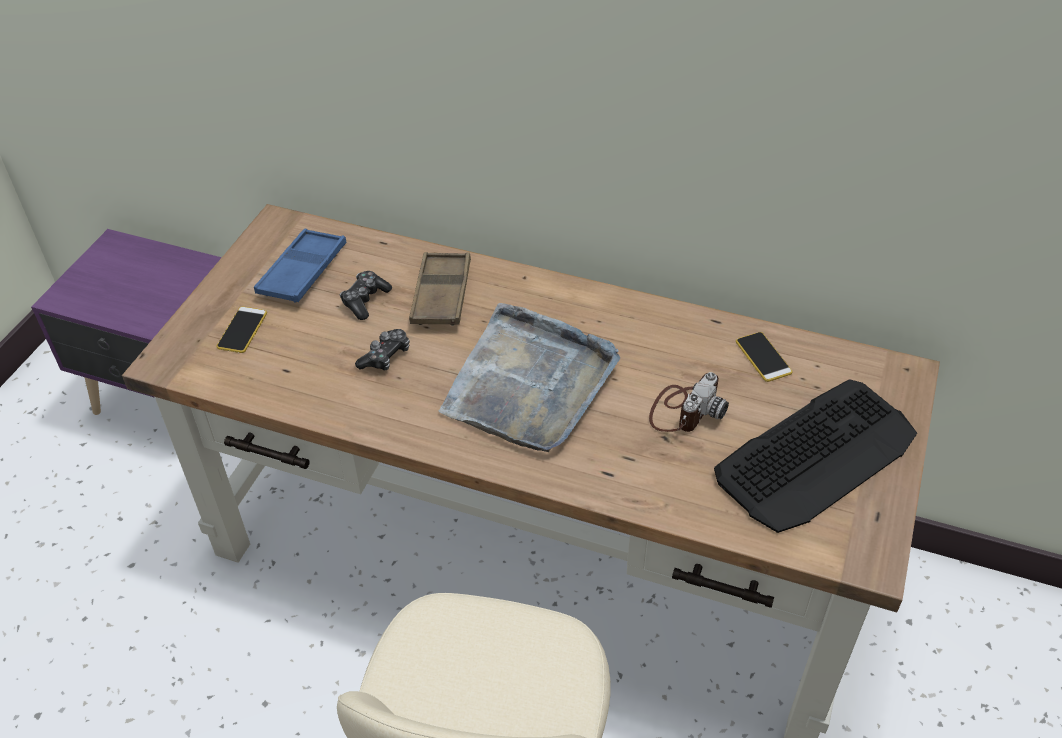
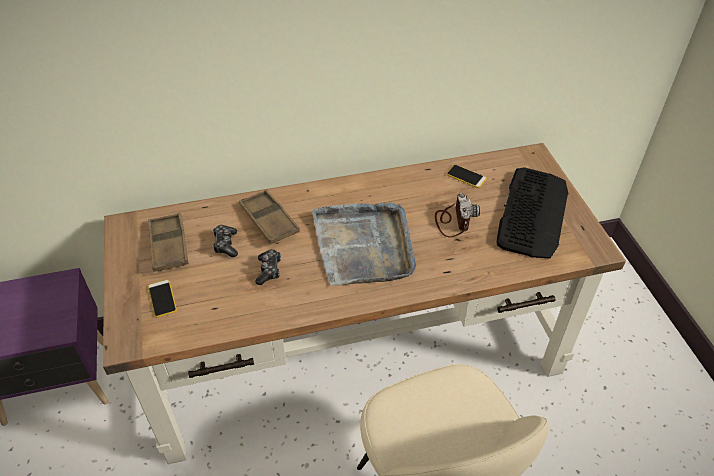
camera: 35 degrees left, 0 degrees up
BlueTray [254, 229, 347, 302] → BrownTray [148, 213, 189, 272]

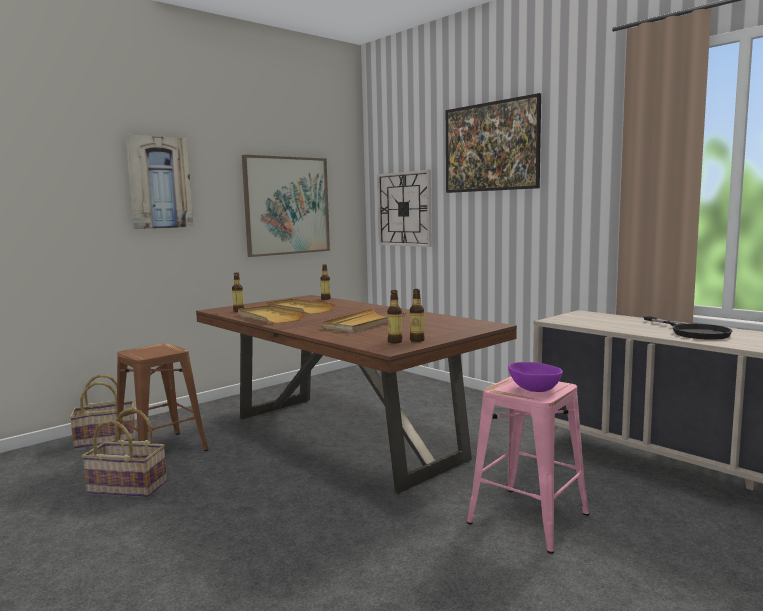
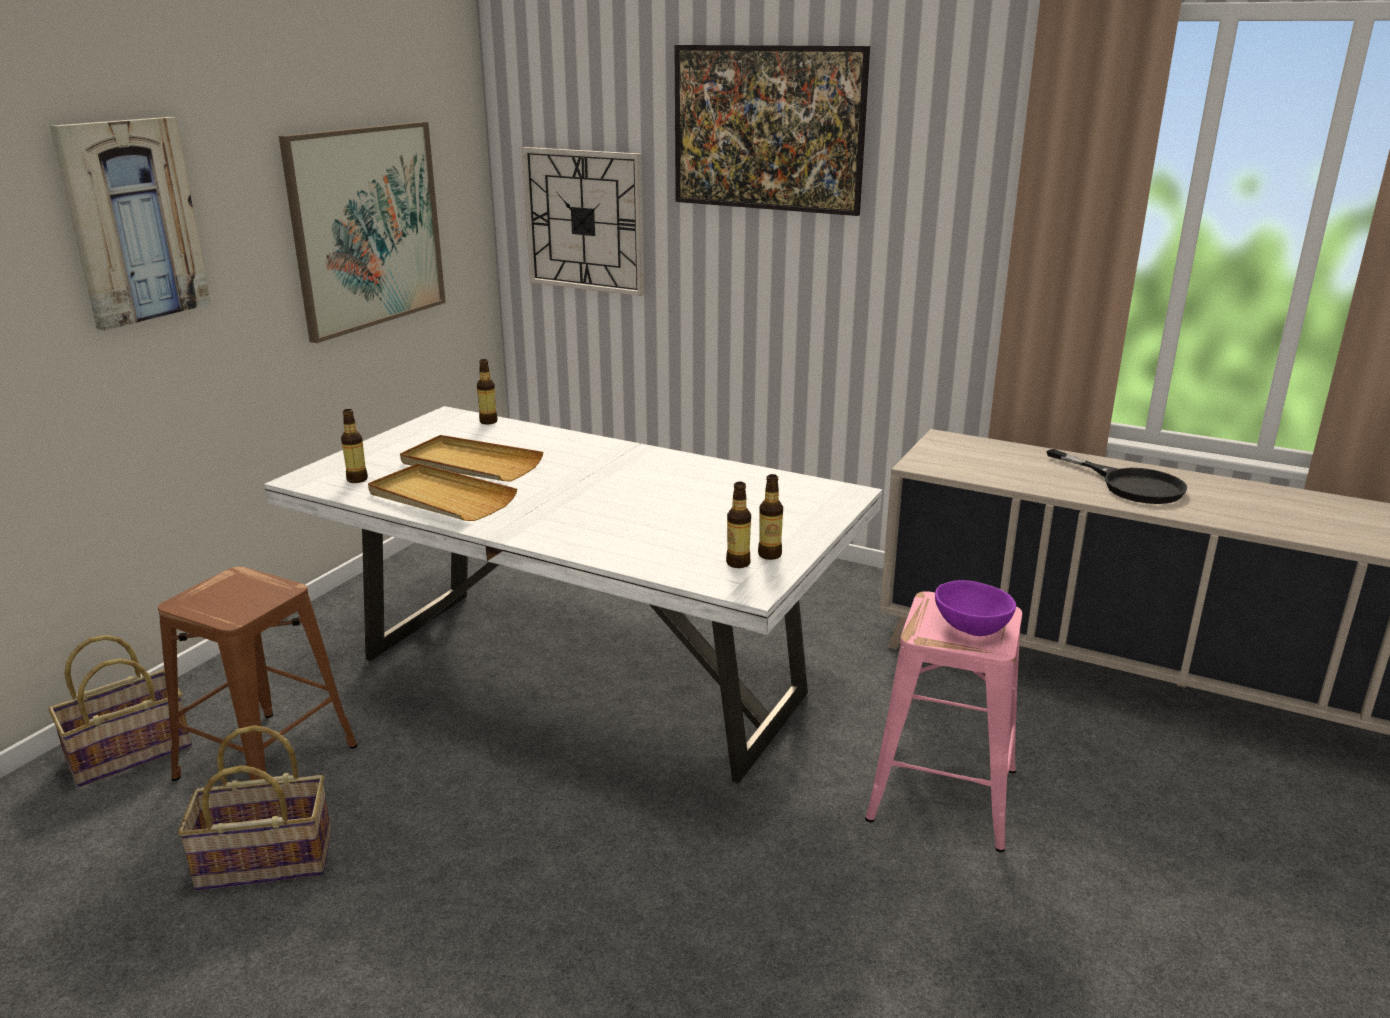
camera: 20 degrees left, 15 degrees up
BrownDiningTable [196, 295, 517, 494] → WhiteDiningTable [264, 406, 882, 783]
BeigeTray [322, 308, 406, 332] → -

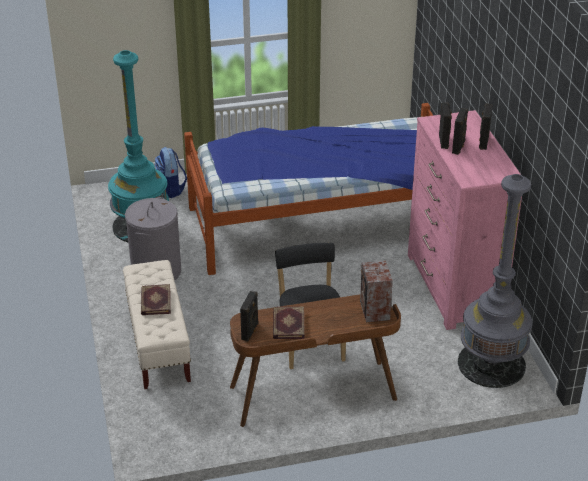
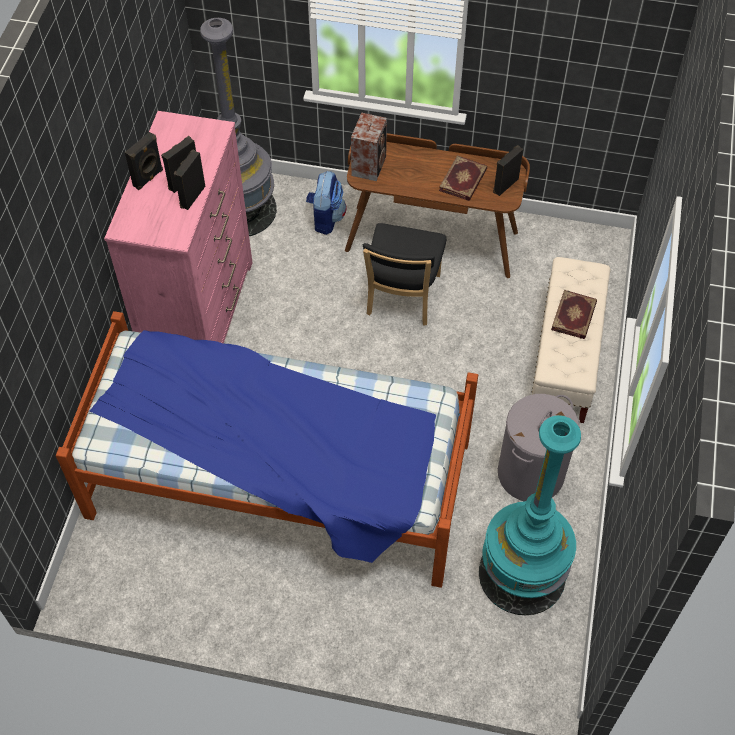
camera: 155 degrees left, 20 degrees up
Backpack [155, 147, 187, 198] → Backpack [306, 171, 347, 235], relocated

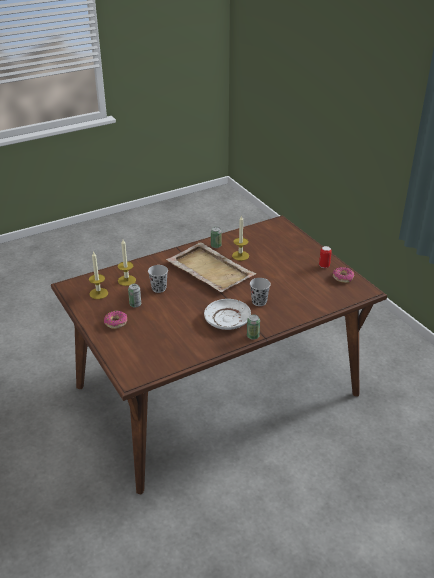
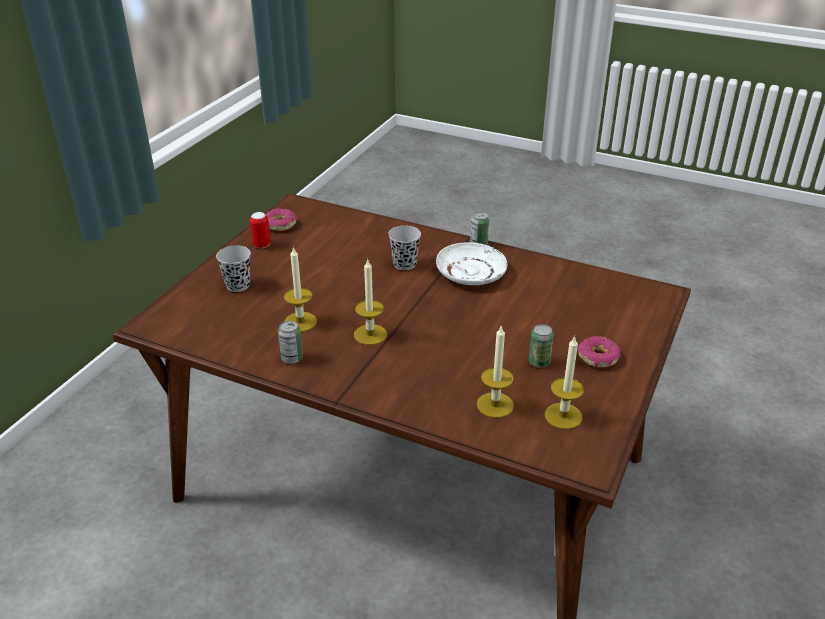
camera: 125 degrees left, 0 degrees up
BlackCup [148, 265, 168, 293] → BlackCup [216, 245, 251, 292], relocated
BeigeTray [166, 242, 256, 292] → Candle [354, 259, 387, 345]

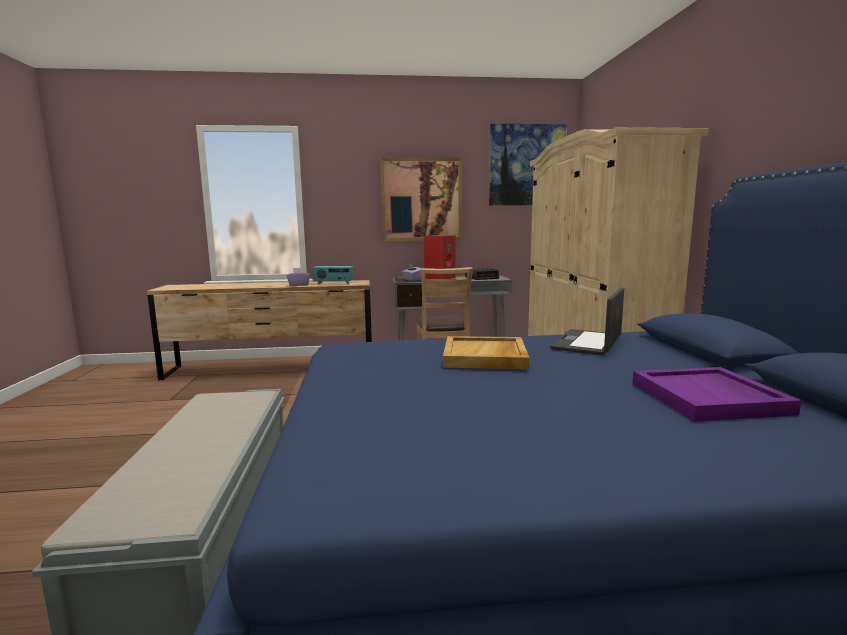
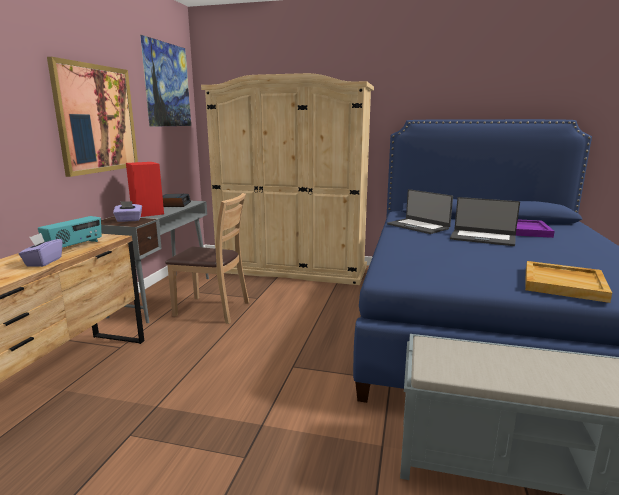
camera: 70 degrees left, 5 degrees up
BeigeTray [443, 336, 530, 369] → BeigeTray [525, 261, 612, 303], relocated
- → Laptop [450, 197, 520, 246]

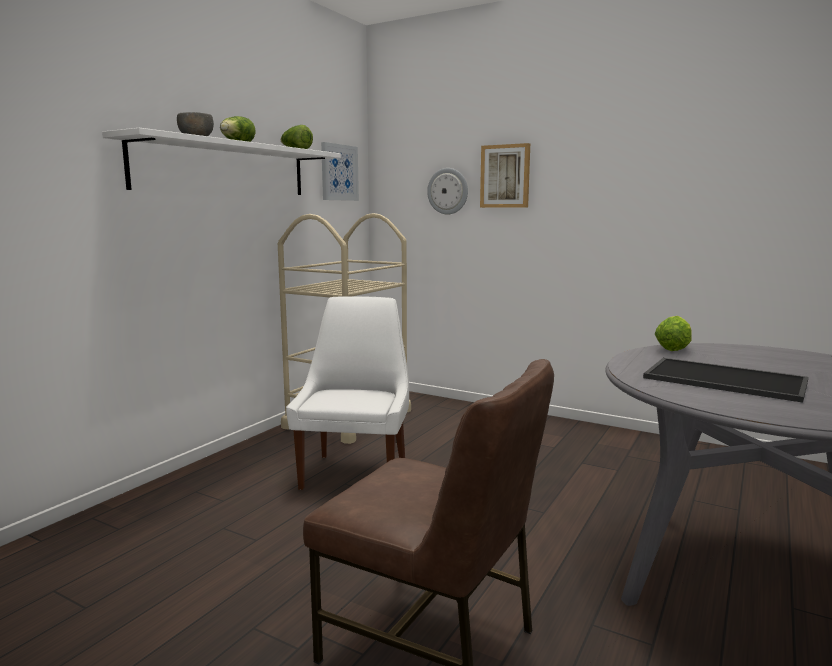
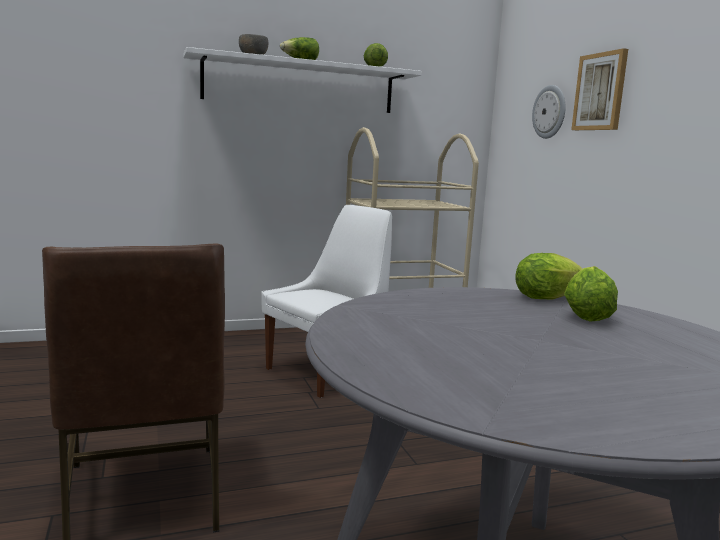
camera: 40 degrees right, 0 degrees up
Picture [321, 142, 359, 201] → -
Tray [643, 358, 808, 403] → -
- → Lettuce [564, 266, 618, 322]

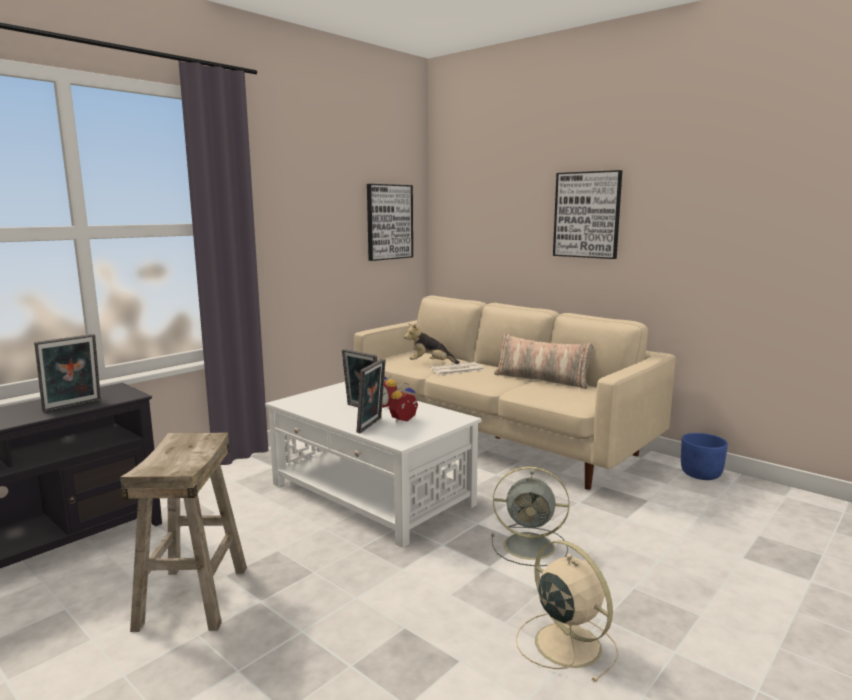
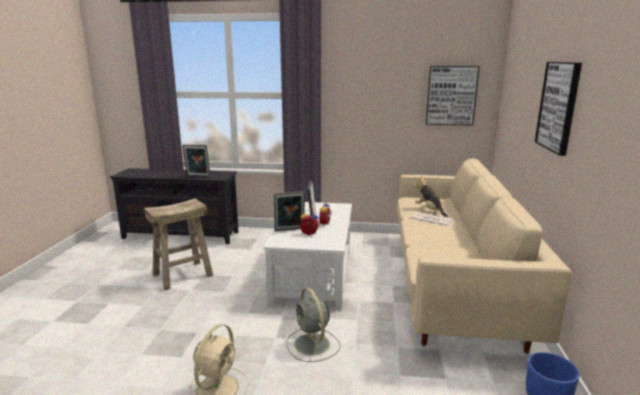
camera: 55 degrees right, 5 degrees up
Pillow [494, 333, 593, 389] → -

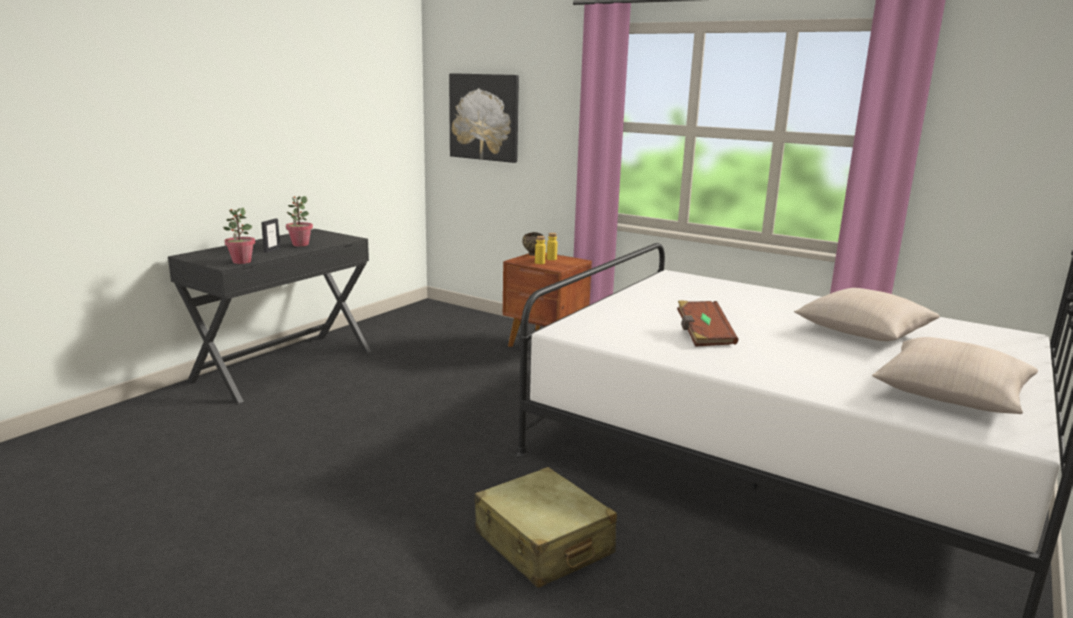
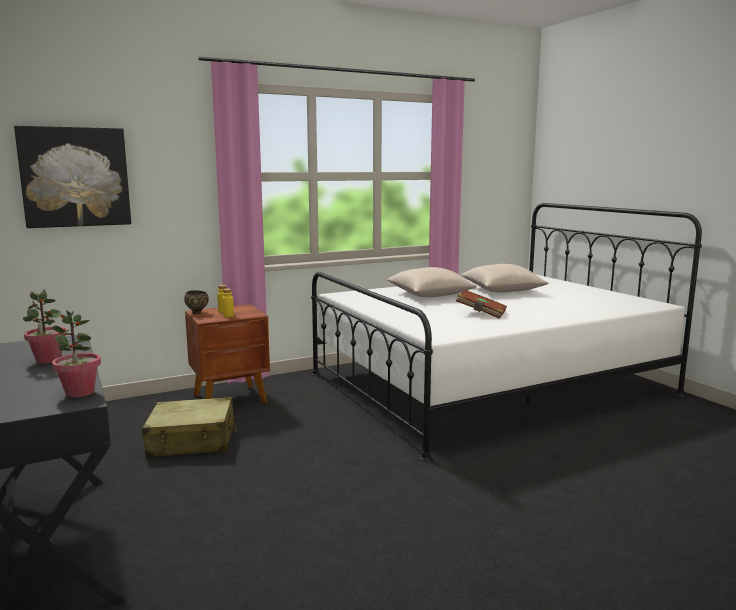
camera: 60 degrees left, 5 degrees down
PictureFrame [261, 218, 280, 252] → -
BeigeSuitcase [475, 467, 617, 588] → BeigeSuitcase [142, 397, 236, 457], relocated
BeigePillow [872, 337, 1038, 414] → BeigePillow [386, 267, 477, 297], relocated

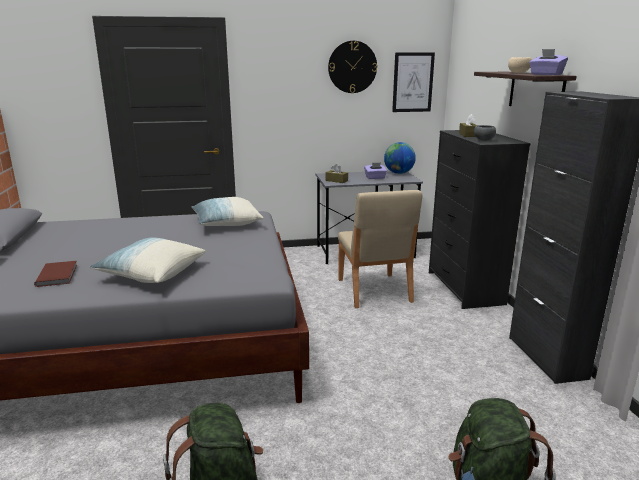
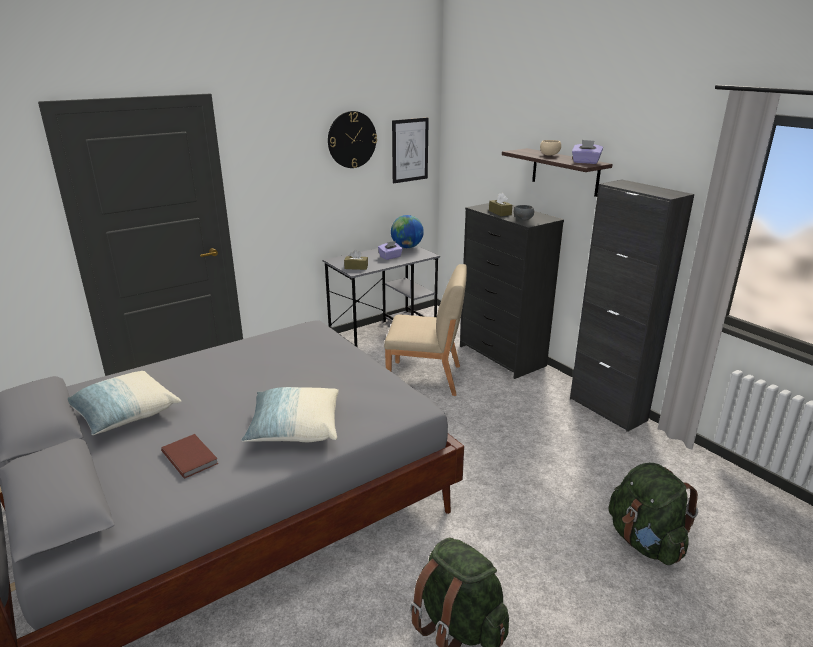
camera: 25 degrees left, 5 degrees up
Pillow [191, 197, 264, 226] → Pillow [68, 371, 182, 435], relocated
BeigeChair [338, 190, 422, 308] → BeigeChair [384, 264, 467, 396], 45 degrees counterclockwise

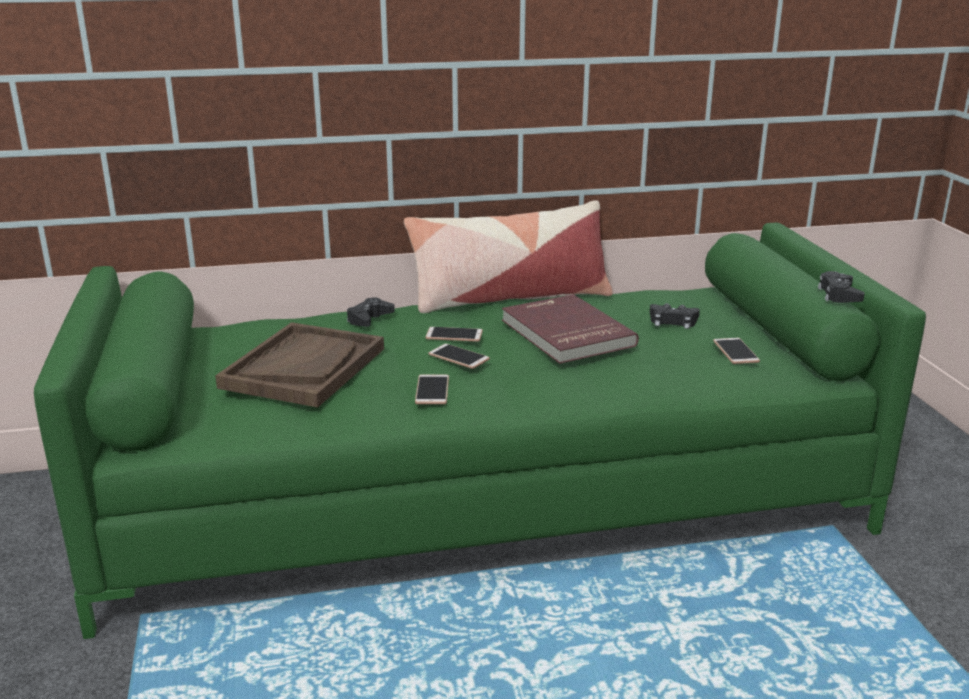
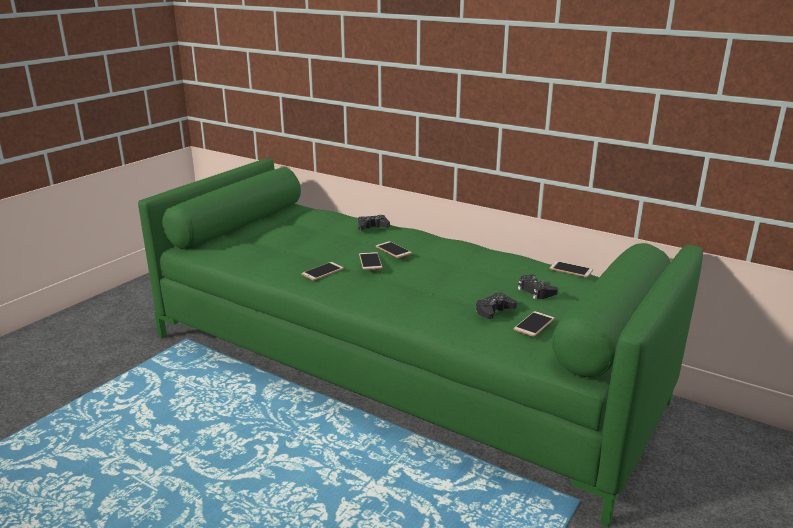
camera: 45 degrees right, 0 degrees up
BrownTray [215, 322, 384, 408] → -
Pillow [404, 200, 613, 313] → -
RedBook [502, 294, 639, 364] → -
BlackGameController [818, 271, 865, 303] → BlackGameController [476, 293, 517, 319], relocated
- → Phone [549, 261, 593, 277]

